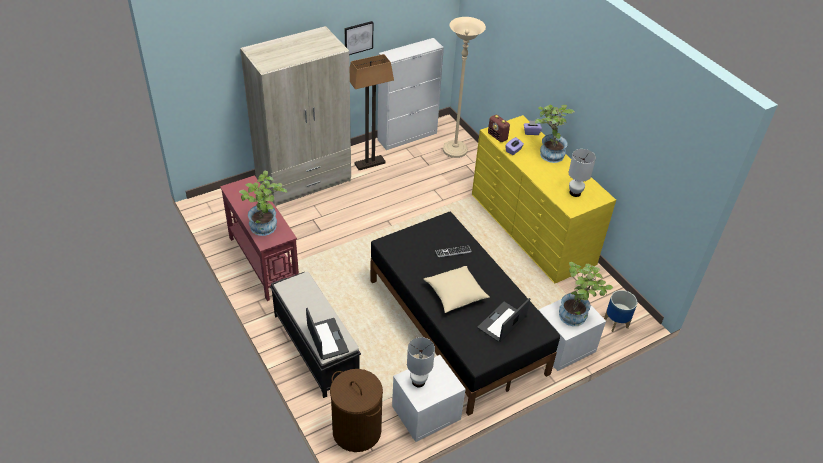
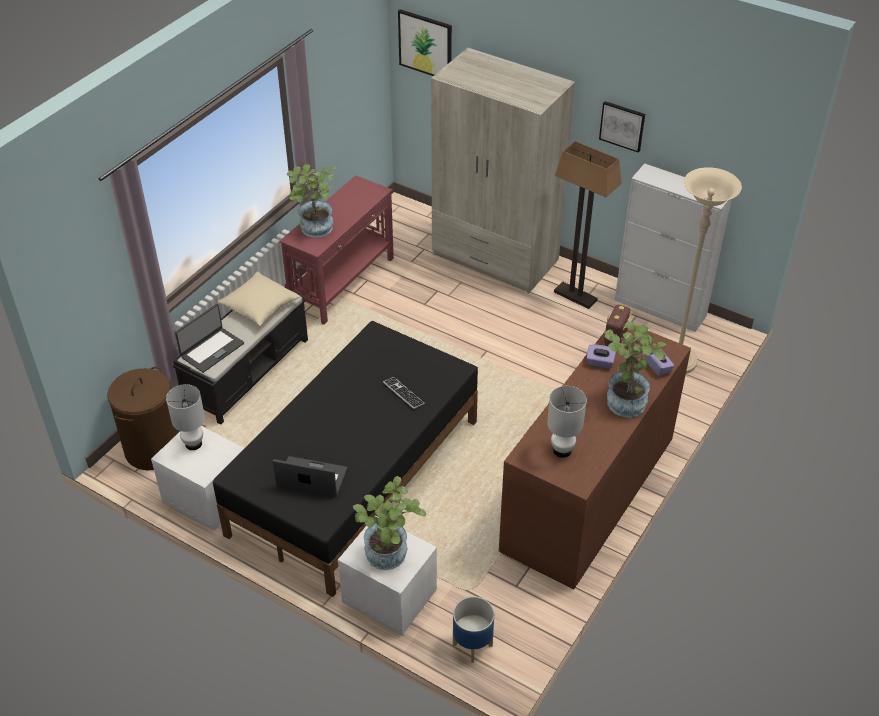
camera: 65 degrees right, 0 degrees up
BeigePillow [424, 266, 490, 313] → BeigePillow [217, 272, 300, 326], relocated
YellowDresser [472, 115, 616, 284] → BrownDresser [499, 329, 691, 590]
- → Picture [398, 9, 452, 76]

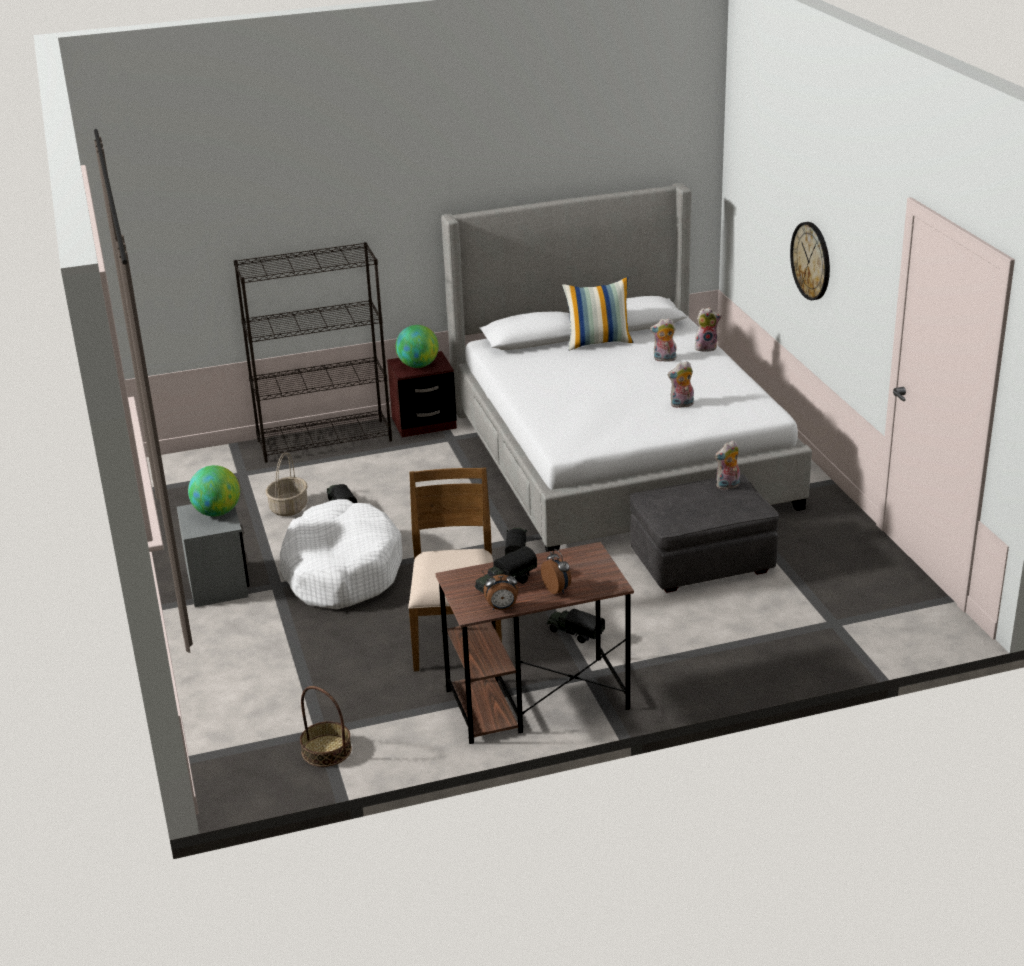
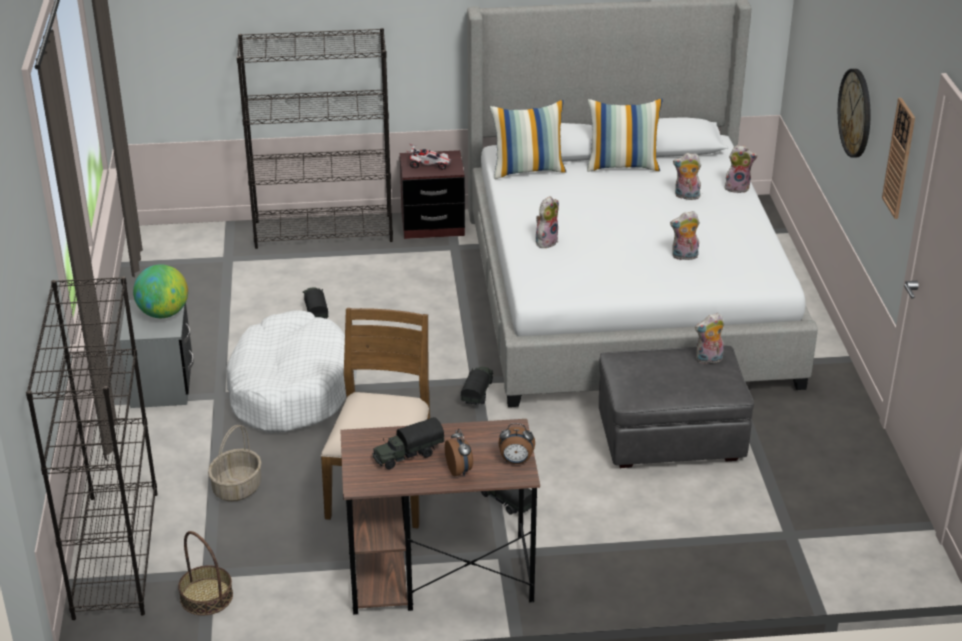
camera: 10 degrees right, 5 degrees up
Basket [266, 452, 308, 516] → Basket [208, 425, 262, 502], relocated
Globe [396, 325, 439, 368] → ToyCar [407, 144, 451, 170]
AlarmClock [483, 570, 518, 610] → AlarmClock [498, 423, 535, 464], relocated
- → BlackBookcase [26, 276, 158, 620]
- → Pillow [490, 100, 566, 179]
- → PlushToy [536, 196, 559, 248]
- → WallClock [882, 98, 915, 219]

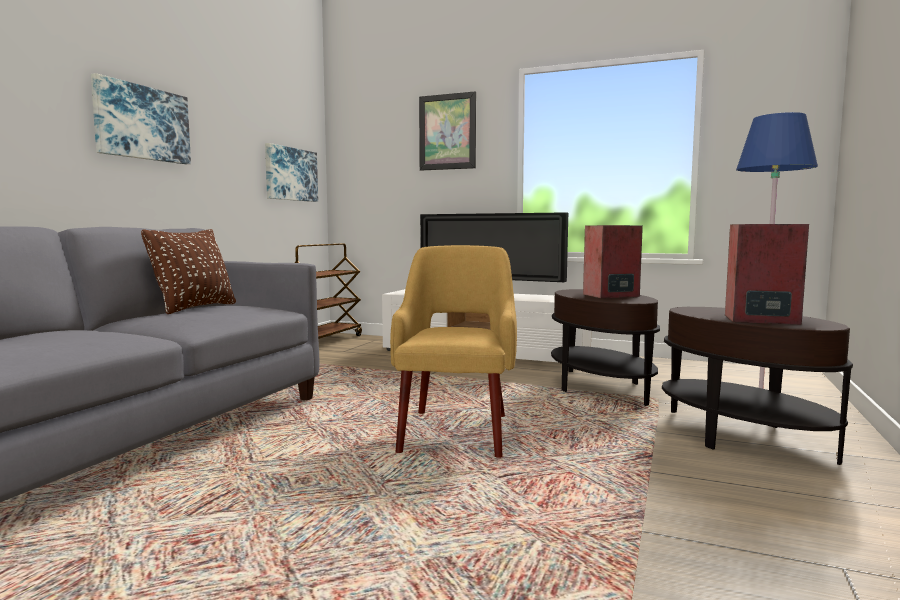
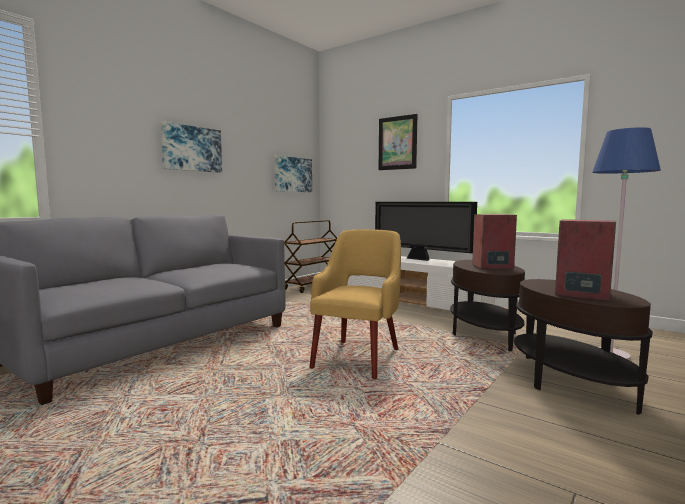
camera: 15 degrees right, 0 degrees up
BrownPillow [141, 229, 236, 314] → -

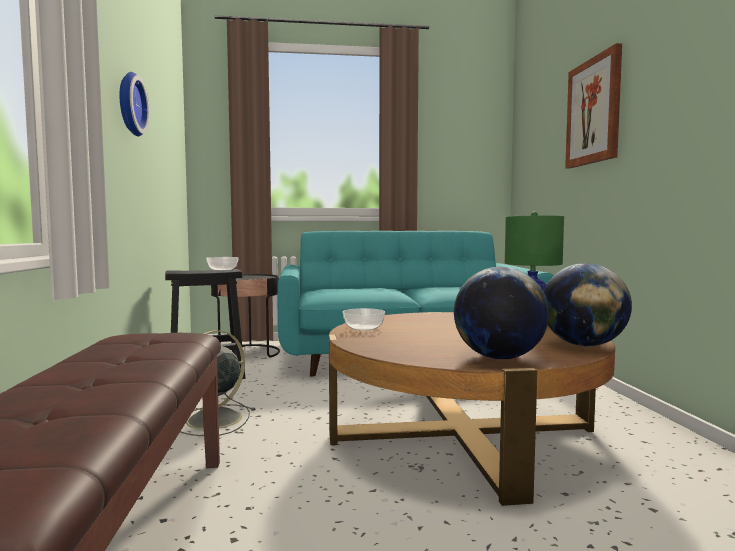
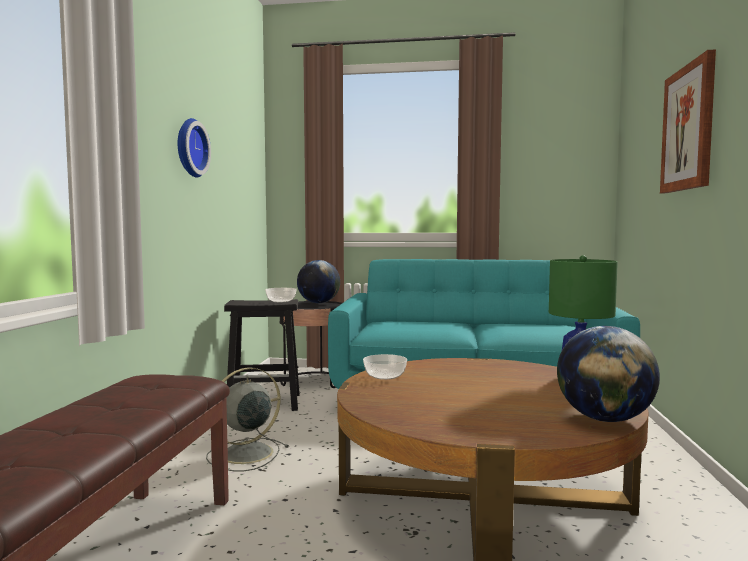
camera: 15 degrees right, 0 degrees up
Globe [454, 267, 549, 359] → Globe [297, 260, 340, 303], relocated

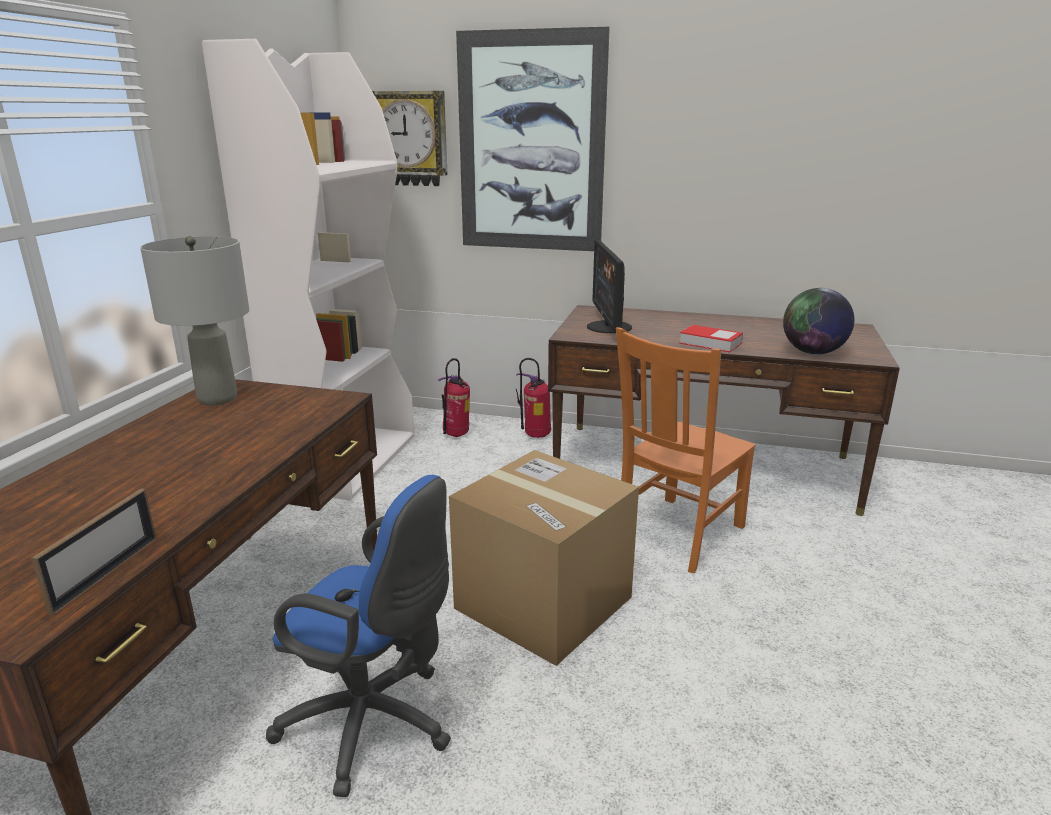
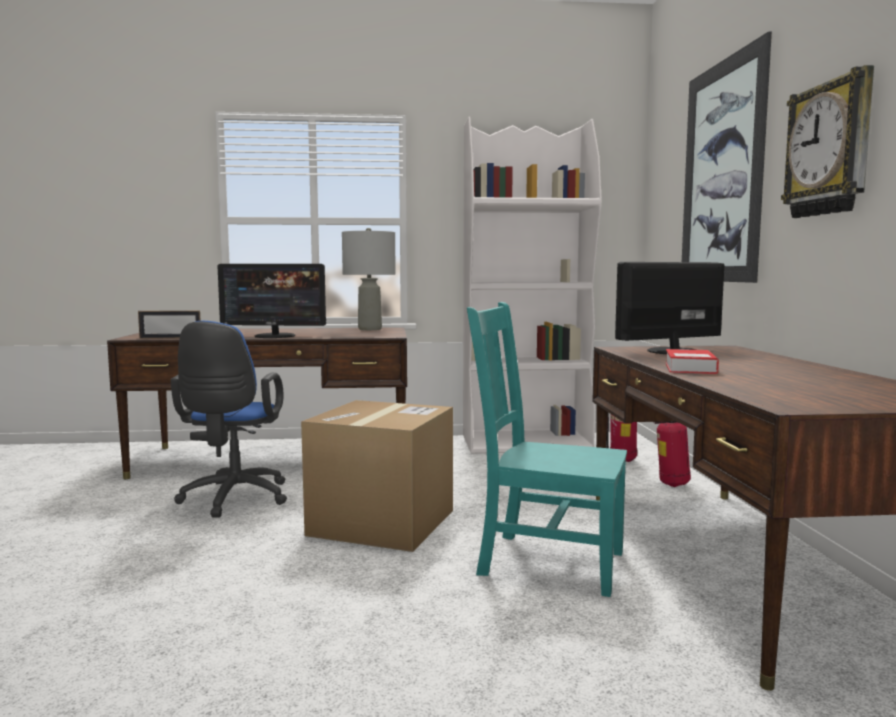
camera: 70 degrees right, 15 degrees down
WallClock [372, 91, 448, 186] → WallClock [781, 65, 874, 218], relocated
OrangeChair [616, 327, 756, 573] → TurquoiseChair [467, 302, 627, 597]
Globe [783, 288, 854, 354] → -
- → Monitor [218, 264, 326, 338]

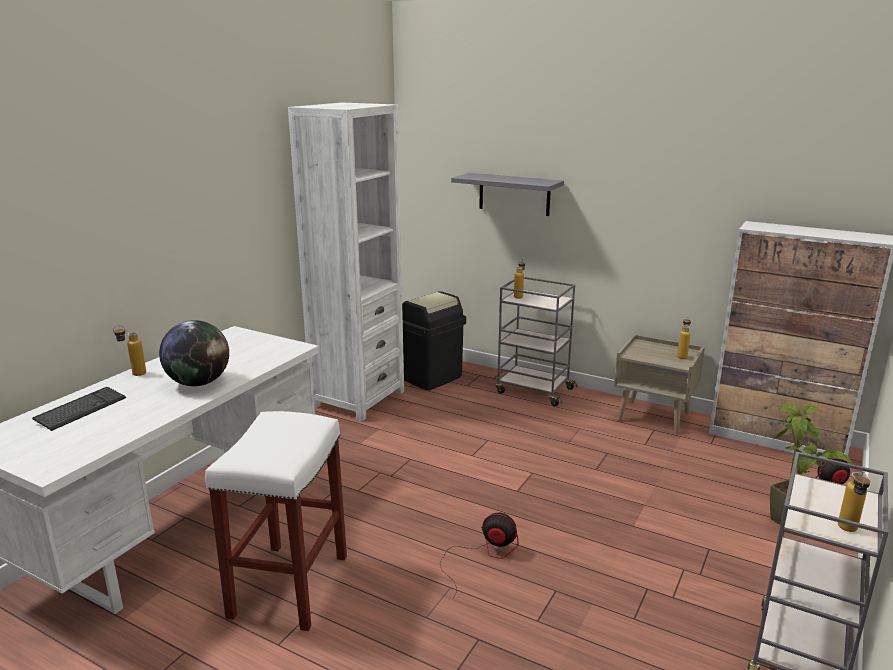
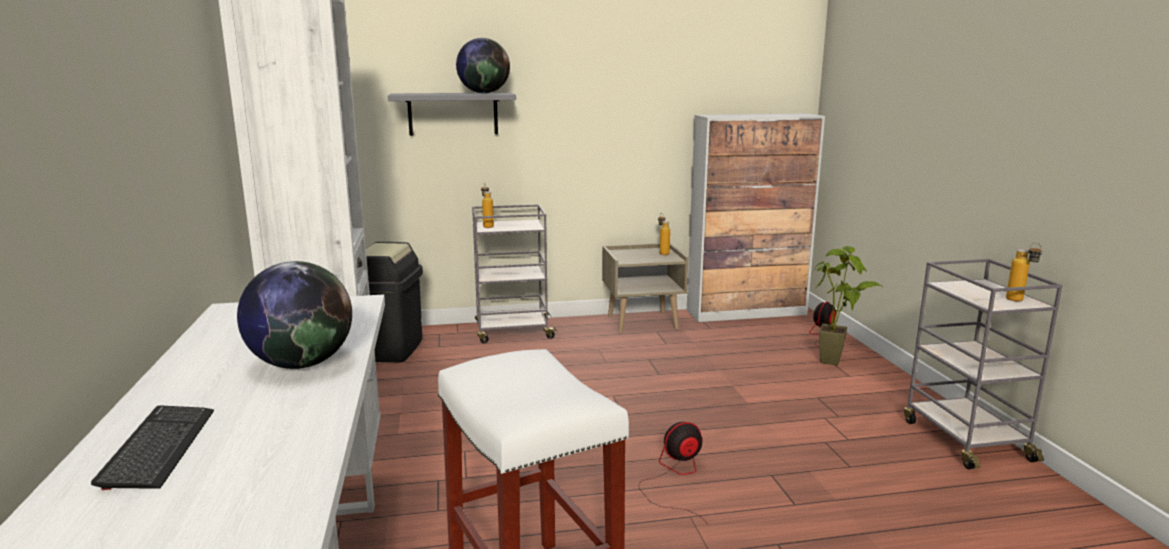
camera: 40 degrees left, 5 degrees down
Bottle [113, 325, 146, 376] → -
- → Globe [456, 38, 510, 93]

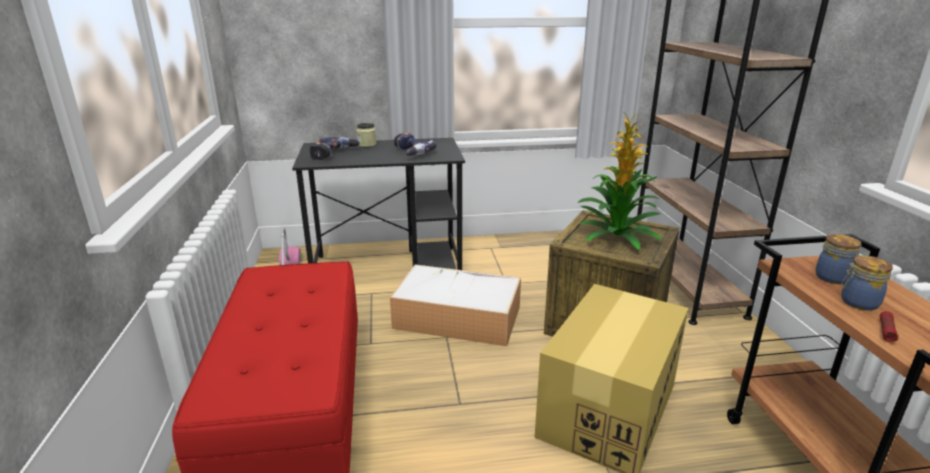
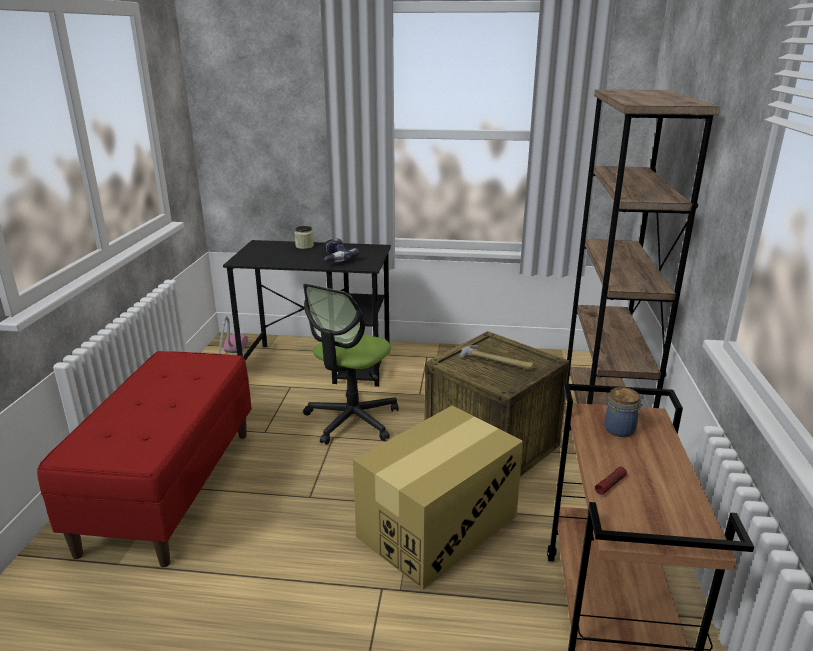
camera: 15 degrees right, 0 degrees up
PowerDrill [310, 137, 360, 160] → -
StorageBox [390, 265, 521, 346] → OfficeChair [303, 284, 399, 444]
PottedPlant [577, 112, 662, 250] → Hammer [459, 345, 534, 370]
Jar [841, 255, 893, 311] → -

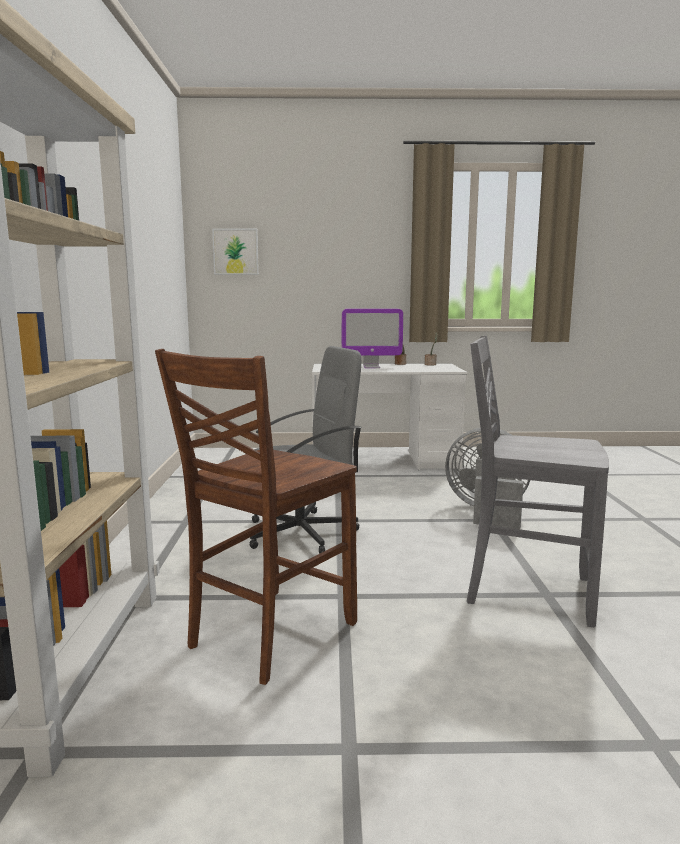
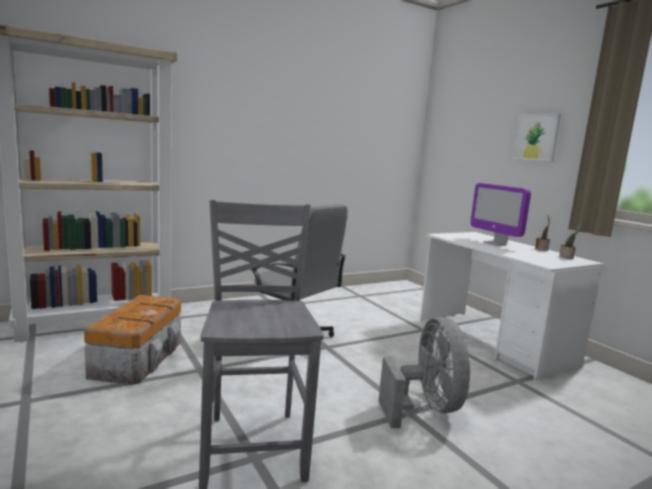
camera: 60 degrees right, 0 degrees up
BrownChair [155, 349, 357, 685] → StorageBox [84, 295, 181, 385]
Picture [212, 229, 259, 275] → Picture [512, 114, 561, 161], relocated

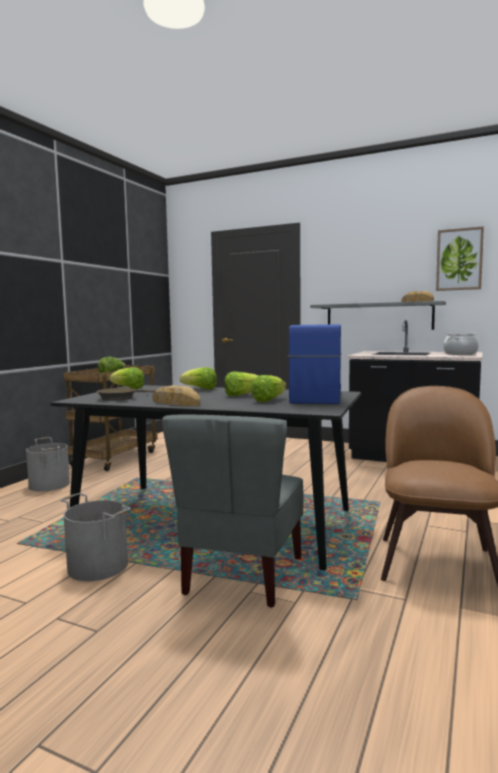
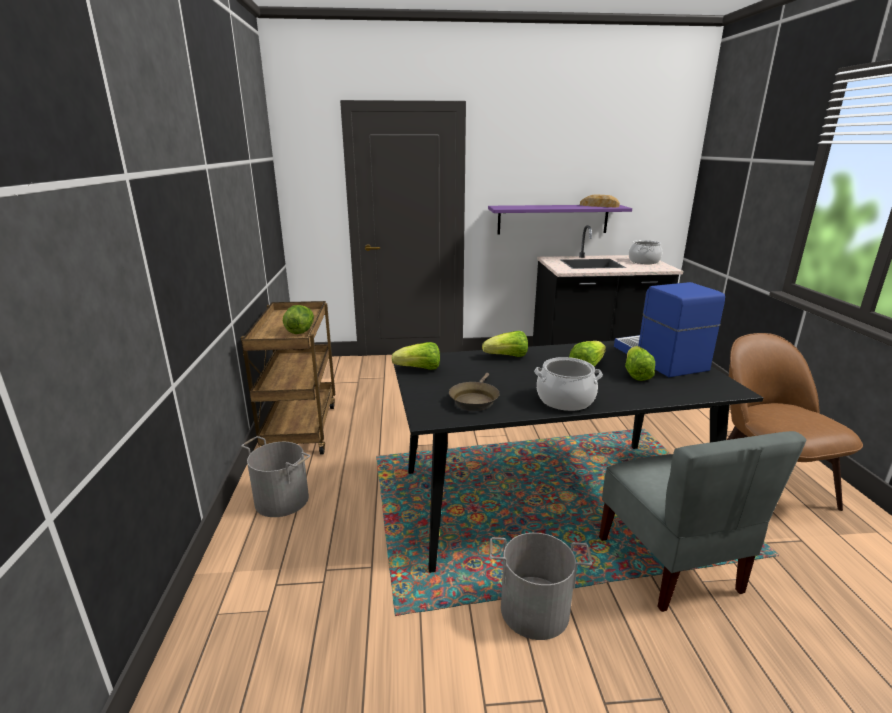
camera: 30 degrees left, 15 degrees up
Bread [152, 385, 200, 406] → CookingPot [534, 357, 603, 411]
GreyShelf [310, 301, 446, 330] → PurpleShelf [488, 205, 632, 234]
Picture [436, 226, 484, 291] → -

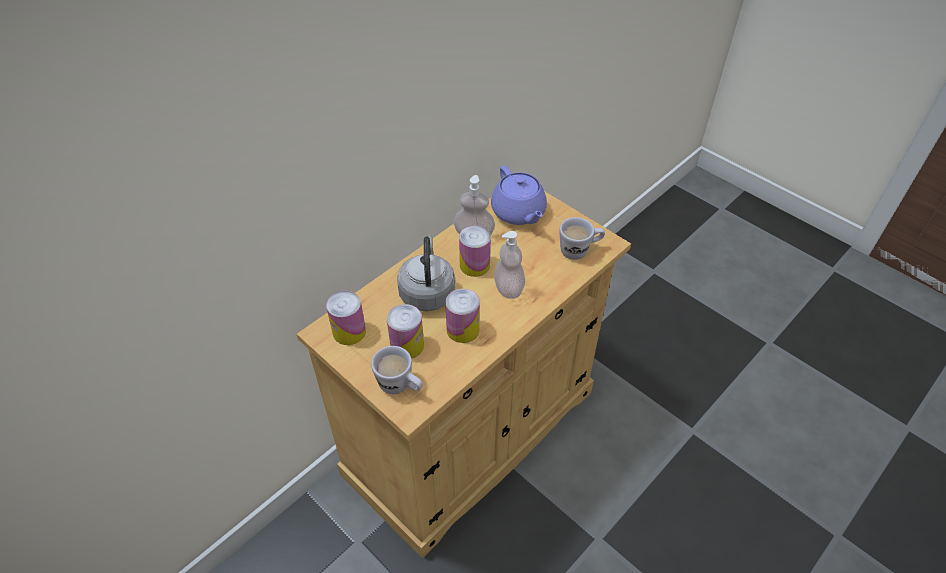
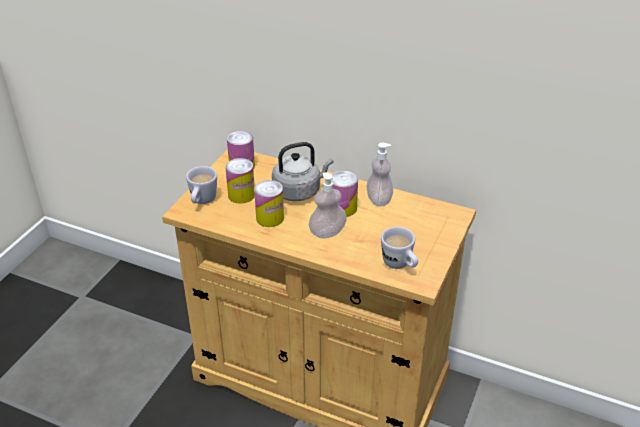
camera: 70 degrees right, 10 degrees down
PurpleTeapot [491, 166, 547, 225] → -

